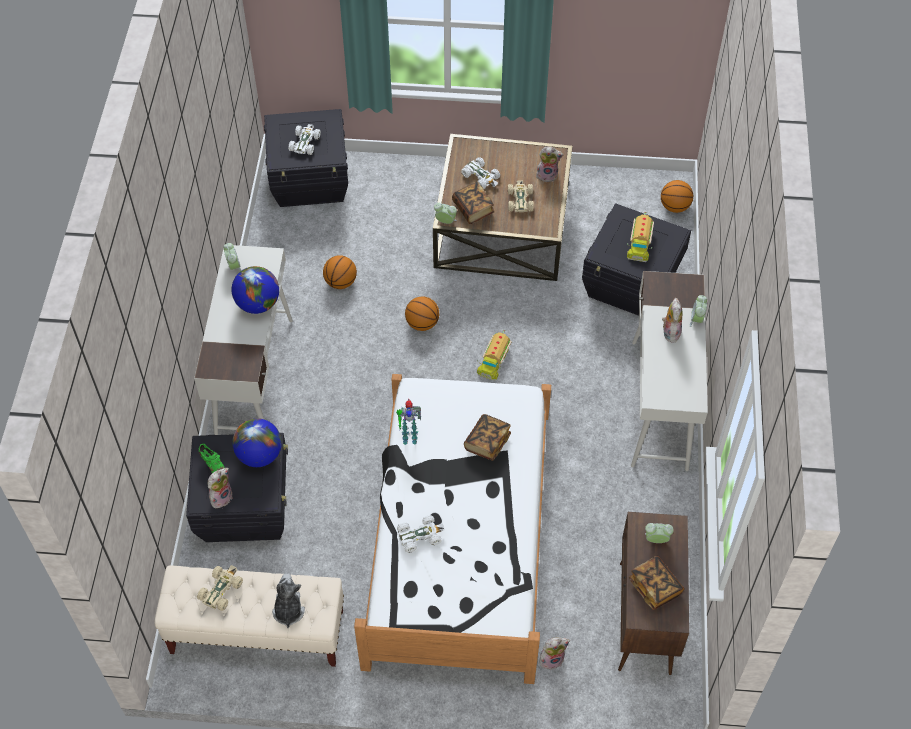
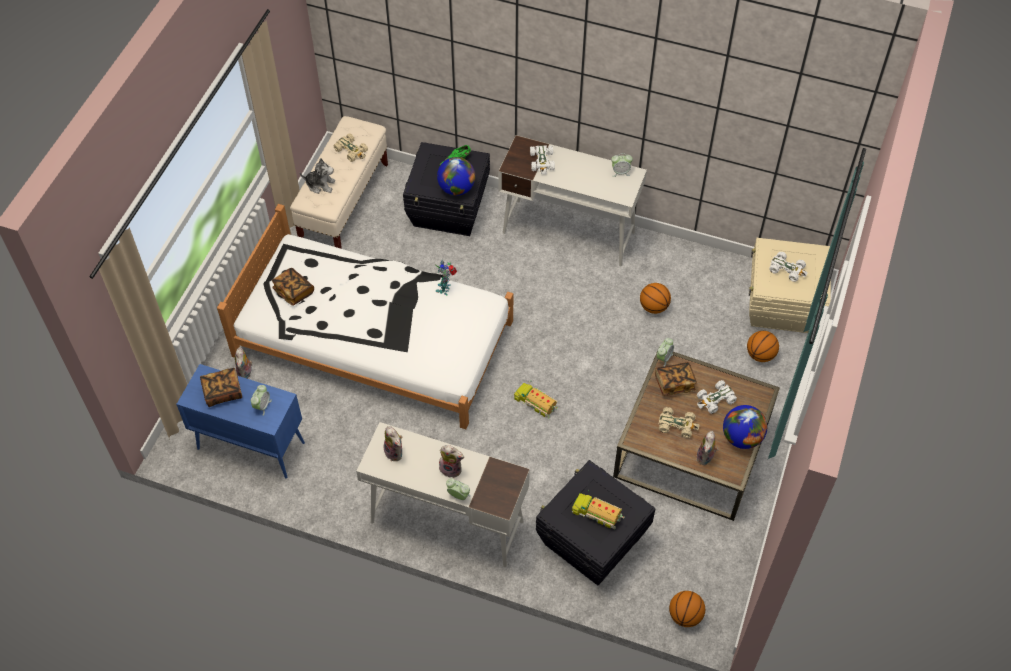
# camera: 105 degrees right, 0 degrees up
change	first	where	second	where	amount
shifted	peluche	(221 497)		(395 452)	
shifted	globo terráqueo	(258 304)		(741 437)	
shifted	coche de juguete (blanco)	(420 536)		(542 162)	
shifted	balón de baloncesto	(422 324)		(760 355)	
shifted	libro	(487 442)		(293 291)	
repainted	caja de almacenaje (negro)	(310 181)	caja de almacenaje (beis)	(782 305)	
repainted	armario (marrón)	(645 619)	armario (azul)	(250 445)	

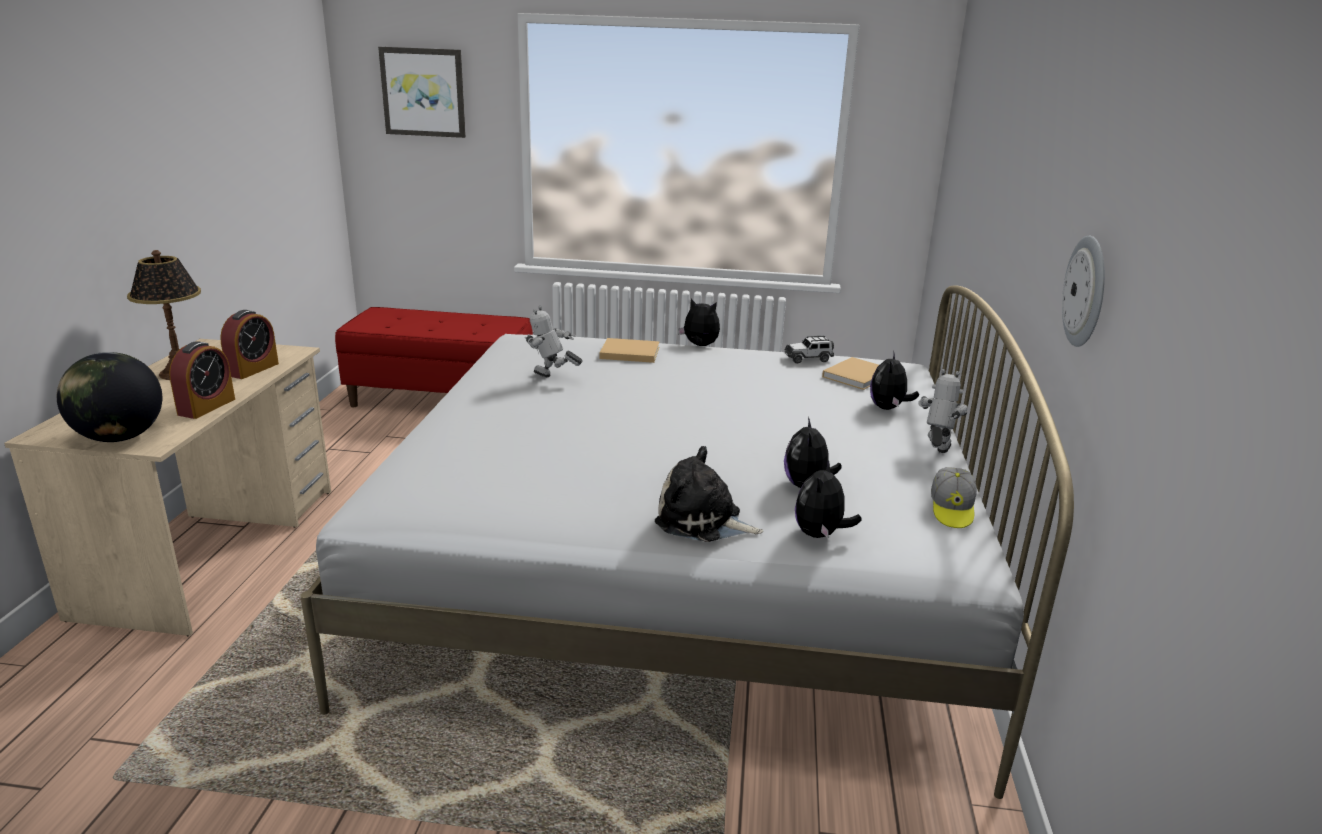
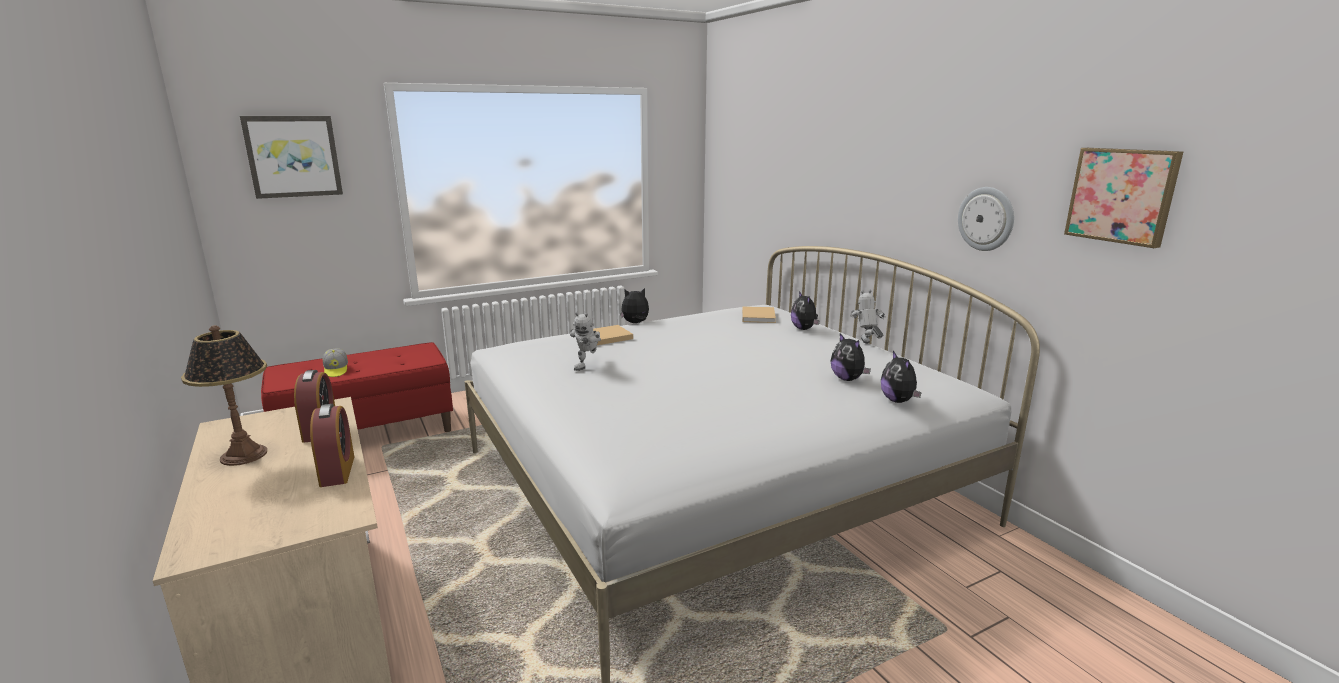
# camera: 35 degrees left, 5 degrees down
change	first	where	second	where	amount
gone	globo terráqueo	(120 437)			
gone	peluche	(703 521)			
gone	coche de juguete	(808 359)			
new			cuadro	(1122 195)	
shifted	gorra	(951 510)		(336 370)	
rotated	robot de juguete	(552 379)		(588 366)	60 degrees counterclockwise

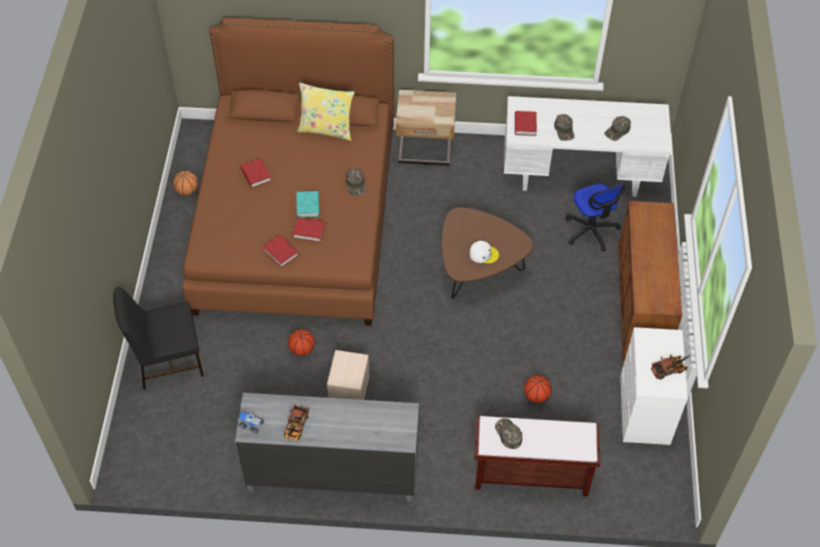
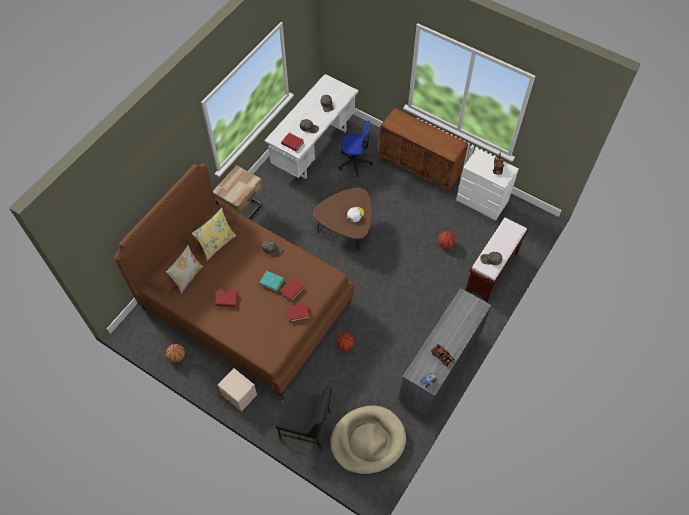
# camera: 60 degrees left, 5 degrees up
change	first	where	second	where	amount
new			cojín	(187 277)	
new			cama para perro (beis)	(368 441)	
shifted	caja de almacenaje (beis)	(348 389)		(238 394)	
rotated	silla (negro)	(167 360)		(306 426)	90 degrees counterclockwise

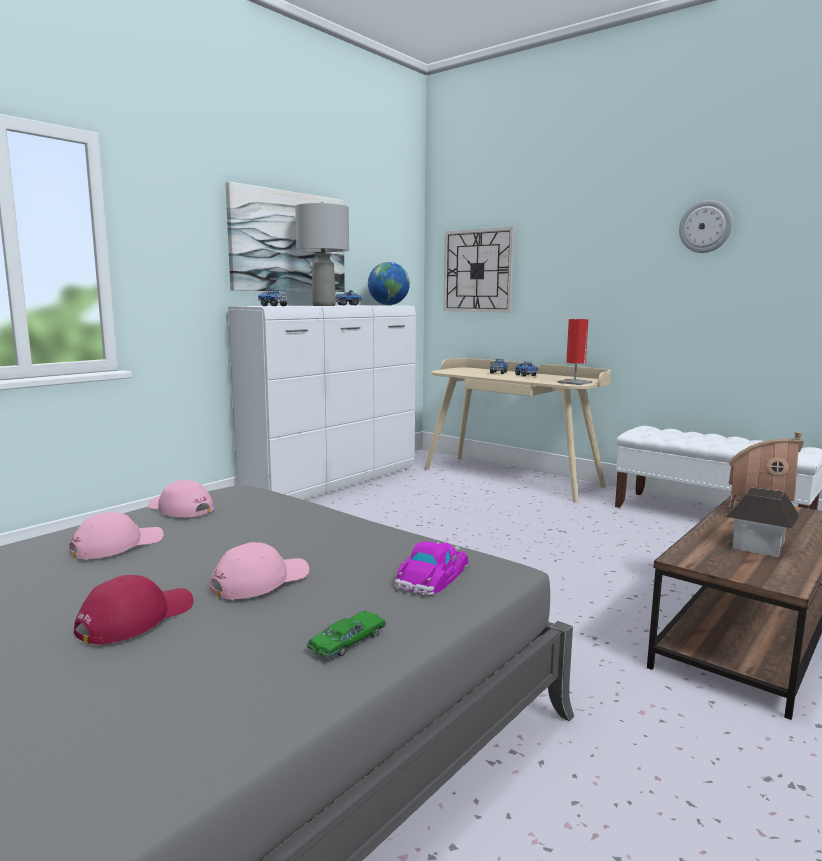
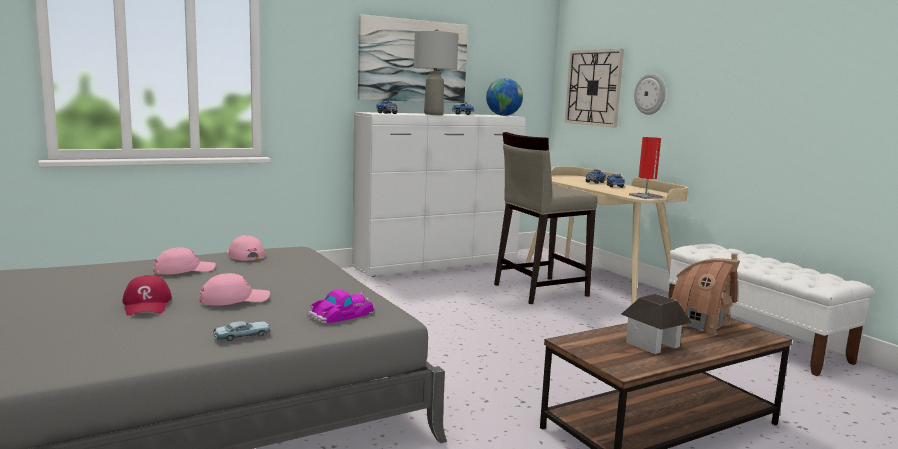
# camera: 20 degrees right, 0 degrees up
change	first	where	second	where	amount
new			taburete (beis)	(539 290)	
shifted	reloj de pared	(705 226)		(650 94)	
repainted	coche de juguete (verde)	(348 641)	coche de juguete (azul)	(242 336)	
rotated	gorra (rojo)	(135 618)		(147 305)	105 degrees clockwise

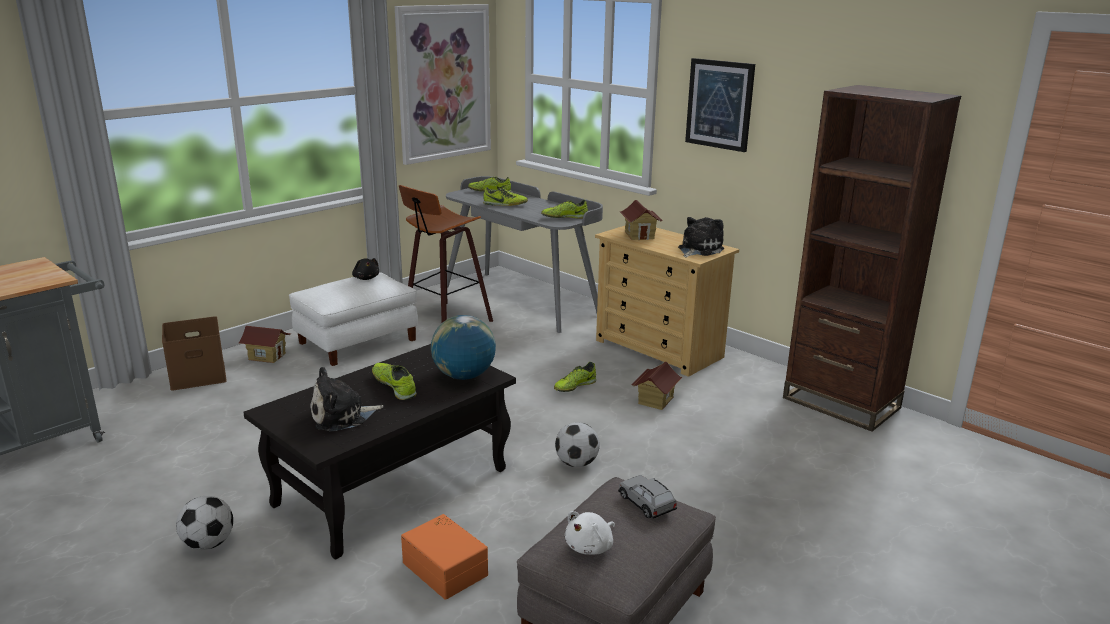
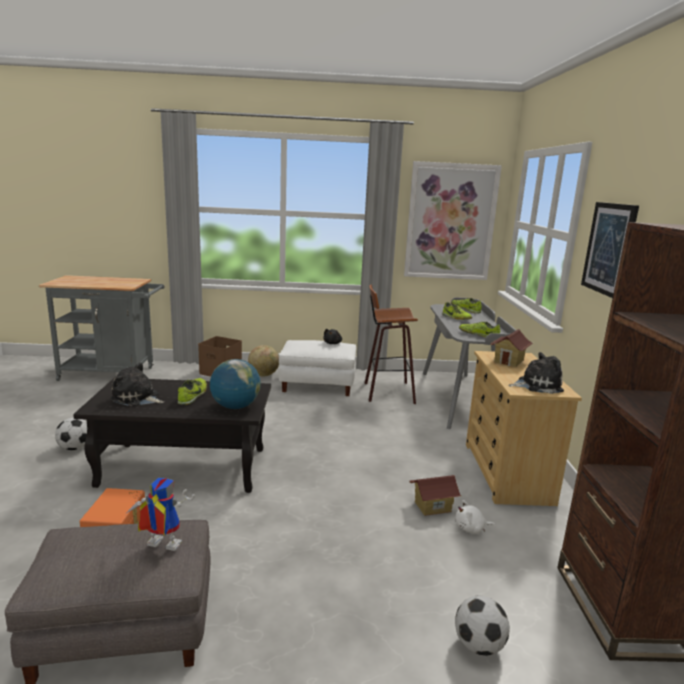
# camera: 45 degrees right, 5 degrees down
change	first	where	second	where	amount
gone	zapato	(574 386)			
shifted	balón de fútbol	(576 463)		(478 645)	
shifted	peluche (blanco)	(590 547)		(471 528)	
swapped	casita	(267 356)	globo terráqueo	(263 375)	
swapped	coche de juguete (gris)	(646 504)	robot de juguete	(159 547)	

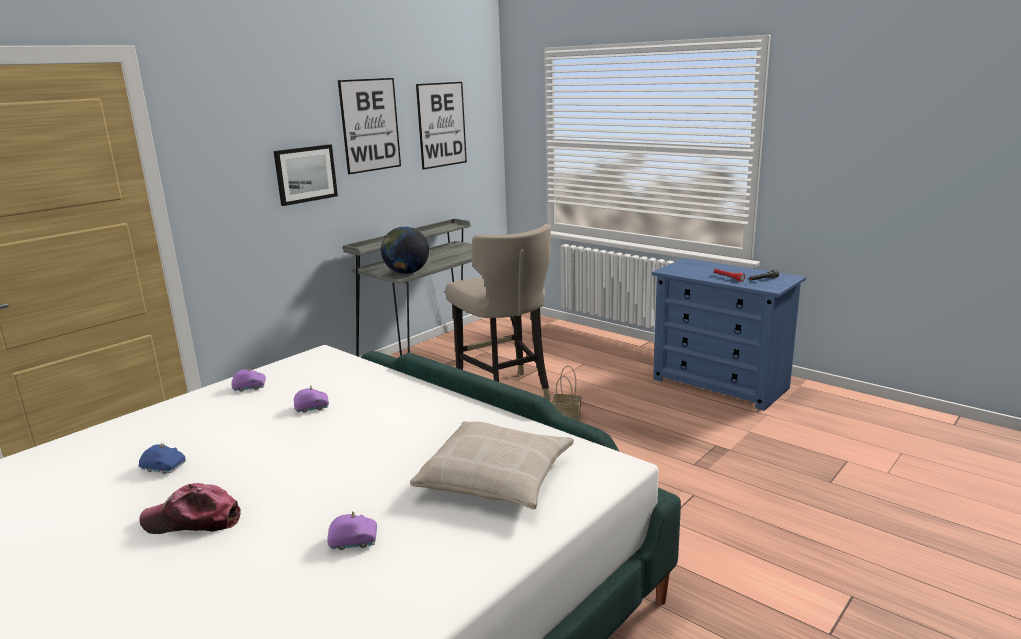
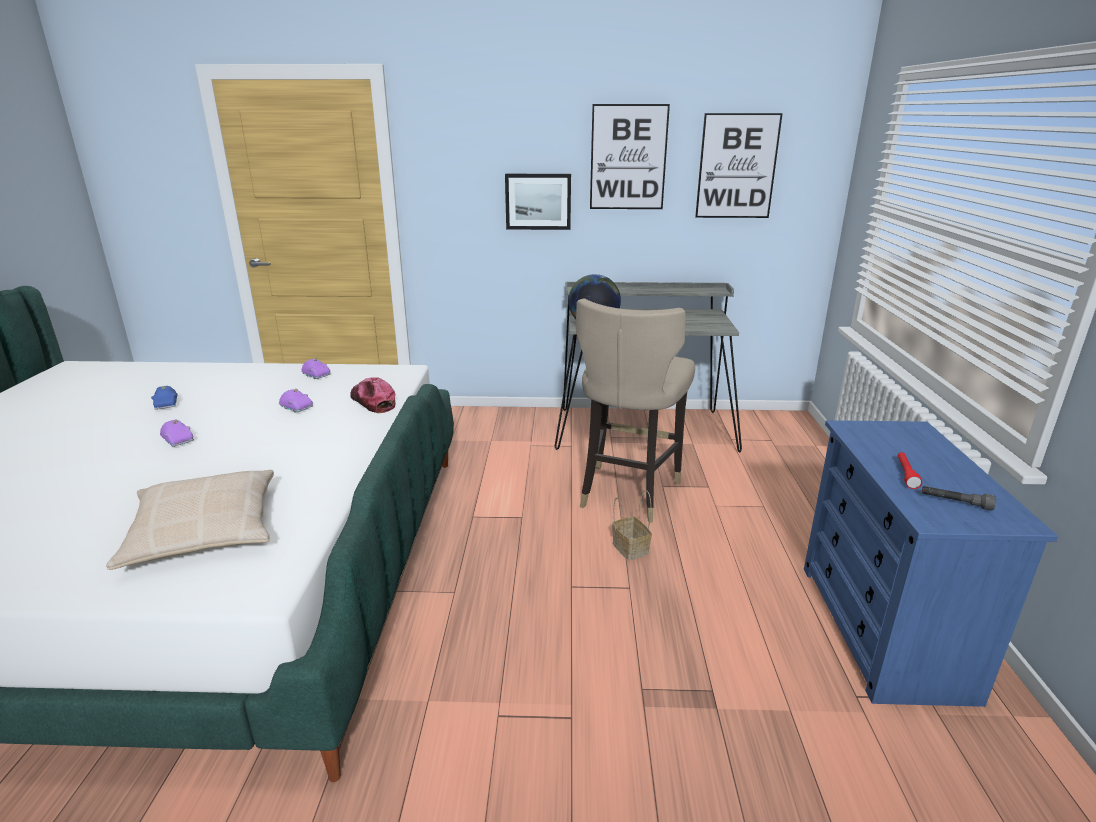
# camera: 50 degrees right, 5 degrees up
change	first	where	second	where	amount
shifted	gorra	(193 521)		(373 401)	
shifted	coche de juguete (morado)	(353 541)		(178 440)	

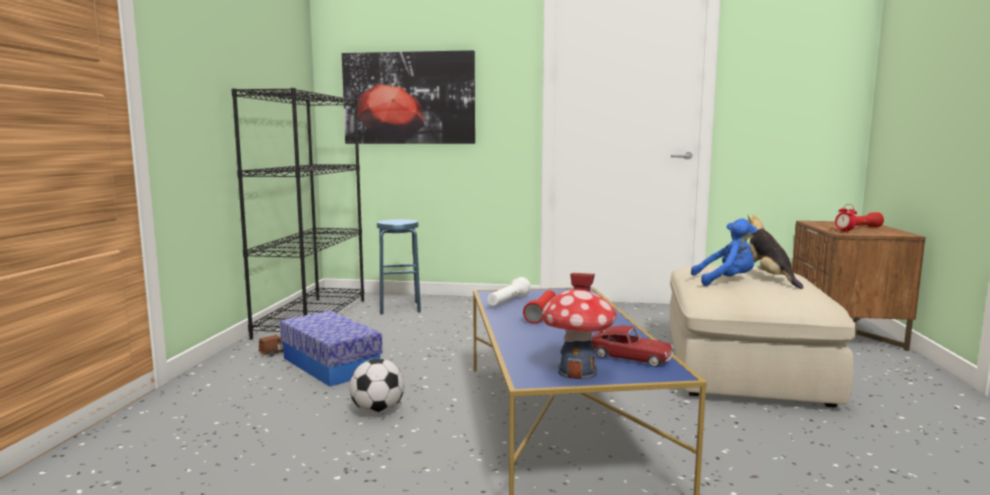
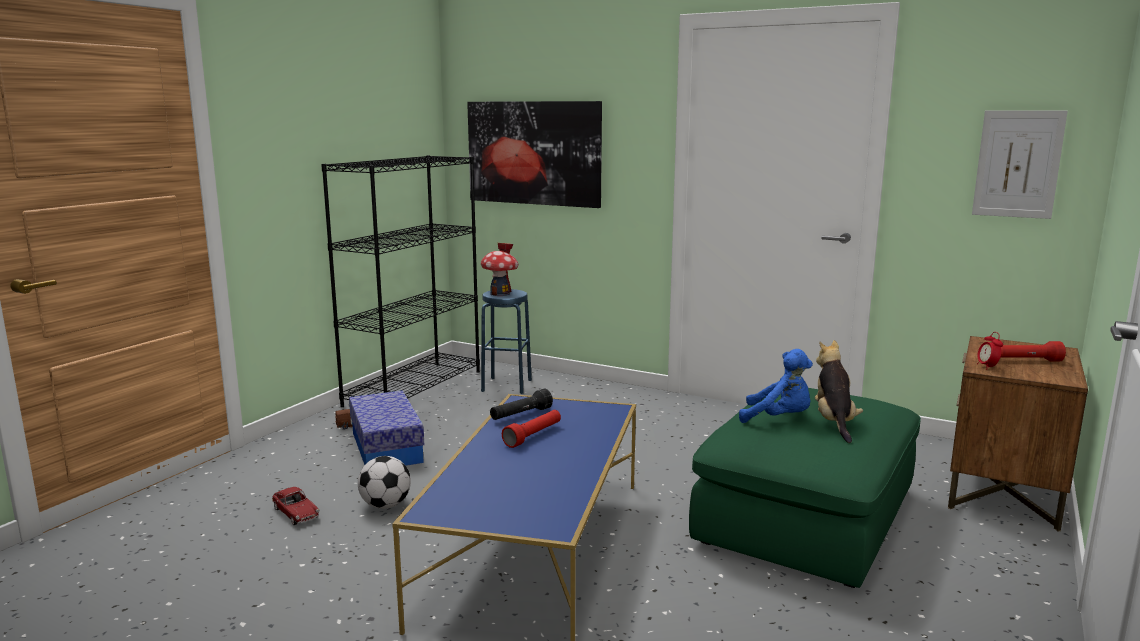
# camera: 20 degrees right, 5 degrees up
change	first	where	second	where	amount
new			cuadro	(1017 164)	
shifted	casita	(577 372)		(500 294)	
shifted	coche de juguete	(630 357)		(296 513)	
repainted	linterna (blanco)	(508 302)	linterna (negro)	(521 415)	
repainted	puf (beis)	(744 367)	puf (verde)	(807 518)	

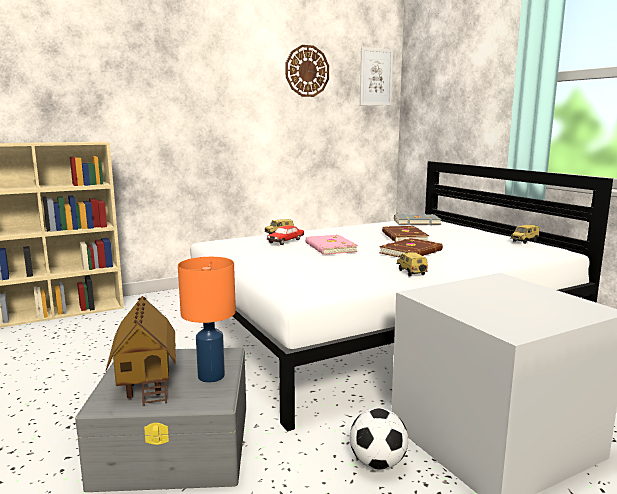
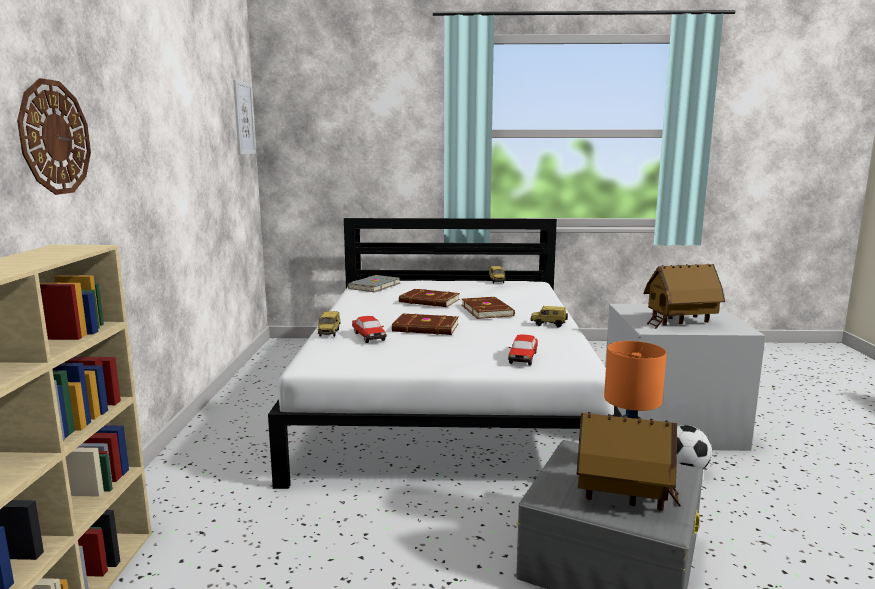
# camera: 60 degrees left, 0 degrees up
change	first	where	second	where	amount
new			coche de juguete	(523 357)	
new			casita	(680 322)	
shifted	reloj de pared	(307 71)		(54 137)	
repainted	libro (rosa)	(329 248)	libro (marrón)	(426 328)	

